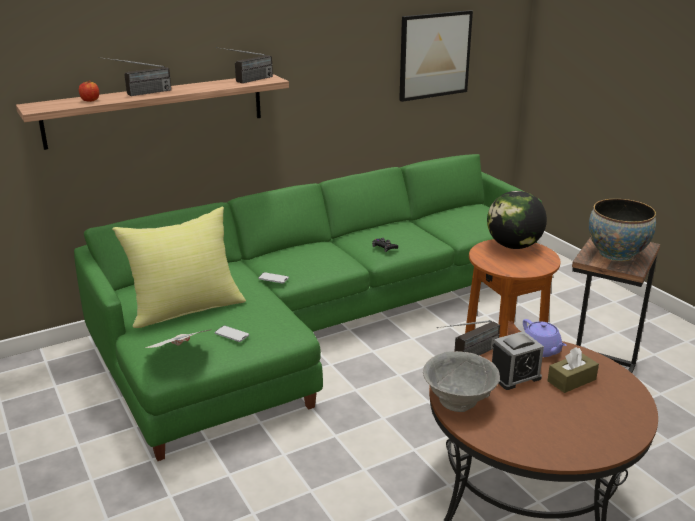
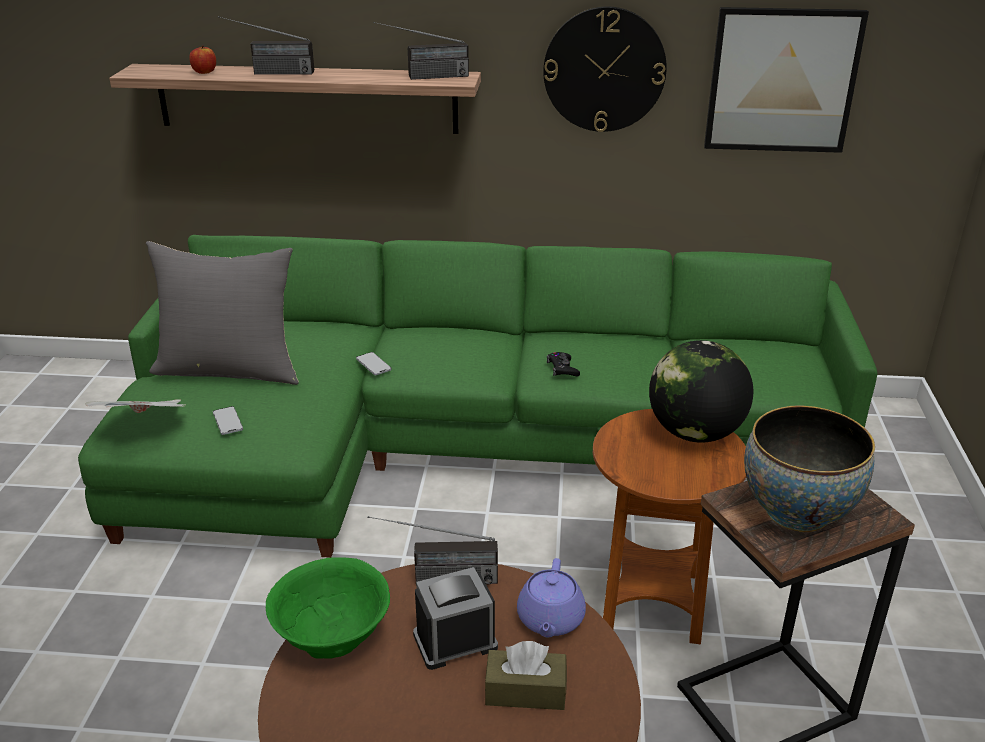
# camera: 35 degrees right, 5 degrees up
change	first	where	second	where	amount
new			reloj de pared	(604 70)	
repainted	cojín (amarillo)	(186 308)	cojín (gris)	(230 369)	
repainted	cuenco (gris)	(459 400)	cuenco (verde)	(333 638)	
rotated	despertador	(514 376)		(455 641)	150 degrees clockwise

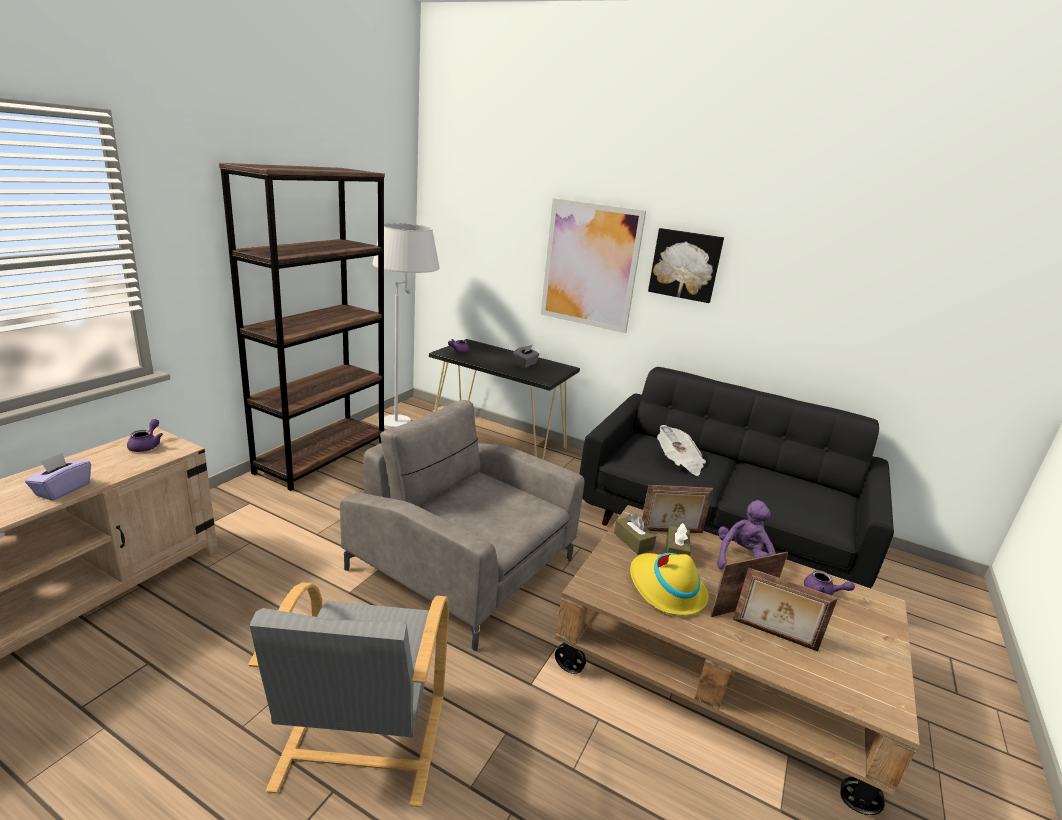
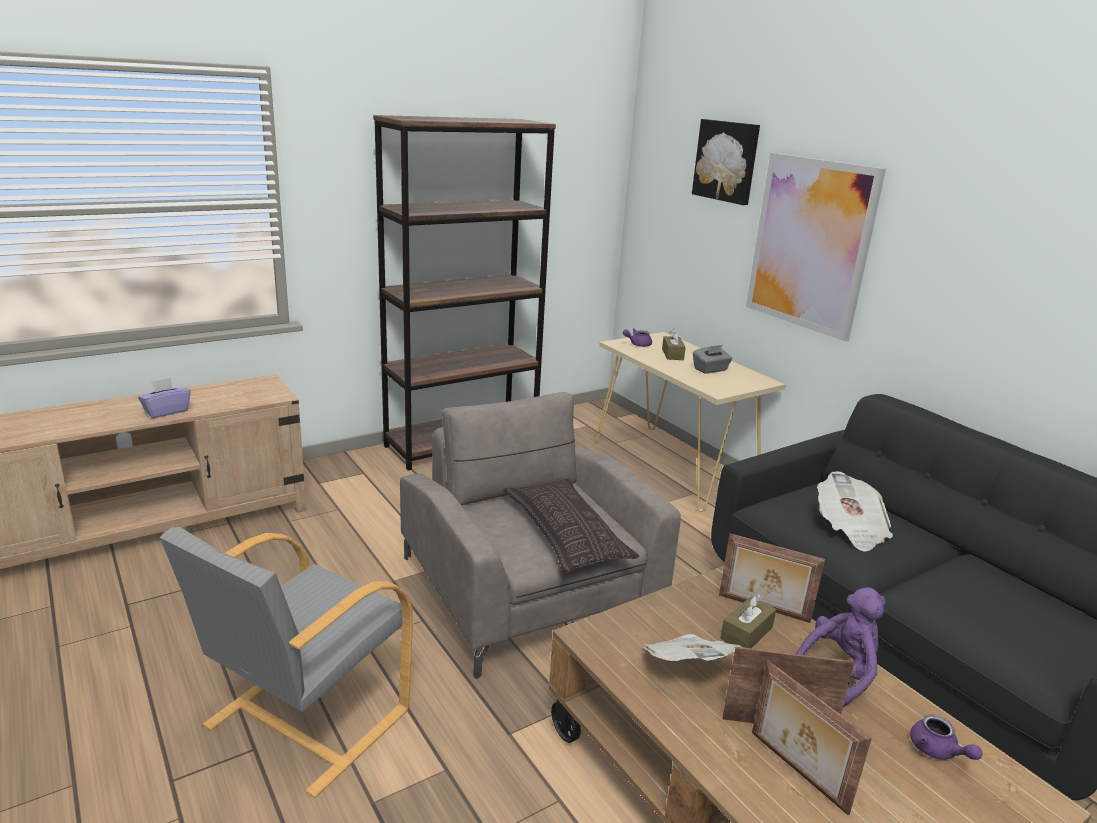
# camera: 30 degrees right, 0 degrees up
change	first	where	second	where	amount
gone	tetera (morado)	(147 445)			
gone	lámpara de pie (blanco)	(404 417)			
new			cojín	(566 533)	
shifted	caja de pañuelos (marrón)	(633 541)		(672 354)	
shifted	cuadro	(685 265)		(727 161)	
swapped	sombrero (amarillo)	(665 589)	periódico	(689 669)	
repainted	mesa consola (negro)	(498 441)	mesa consola (beis)	(674 466)	

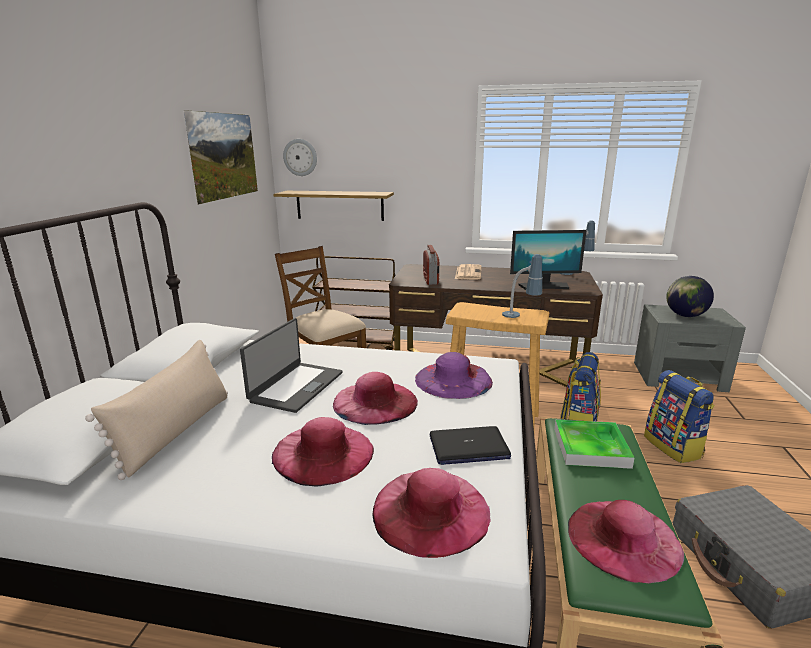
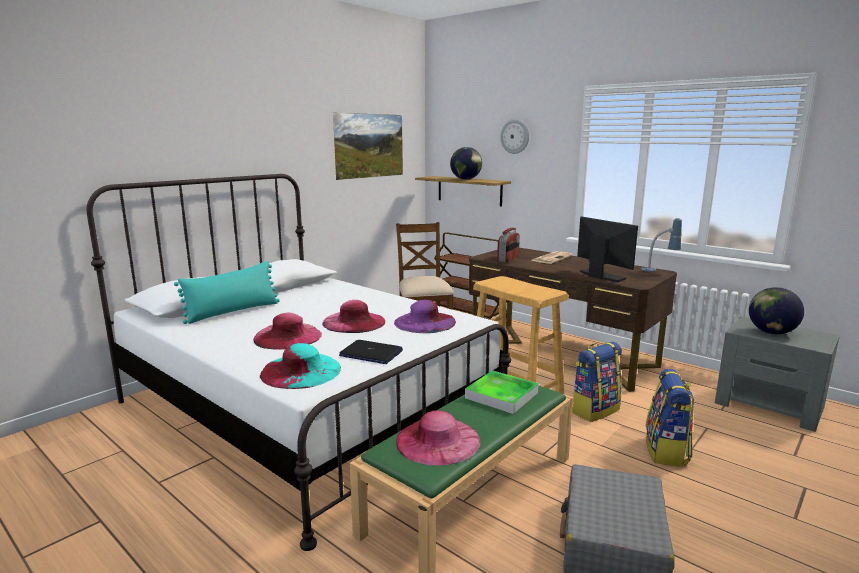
# camera: 30 degrees right, 5 degrees down
change	first	where	second	where	amount
gone	portátil	(296 386)			
gone	lámpara de mesa	(520 318)			
new			globo terráqueo	(466 179)	
shifted	reloj de pared	(300 157)		(515 136)	
repainted	cojín (beis)	(176 431)	cojín (turquesa)	(233 312)	
repainted	sombrero (rosa)	(430 510)	sombrero (turquesa)	(301 371)	
rotated	monitor	(544 286)		(601 276)	150 degrees counterclockwise

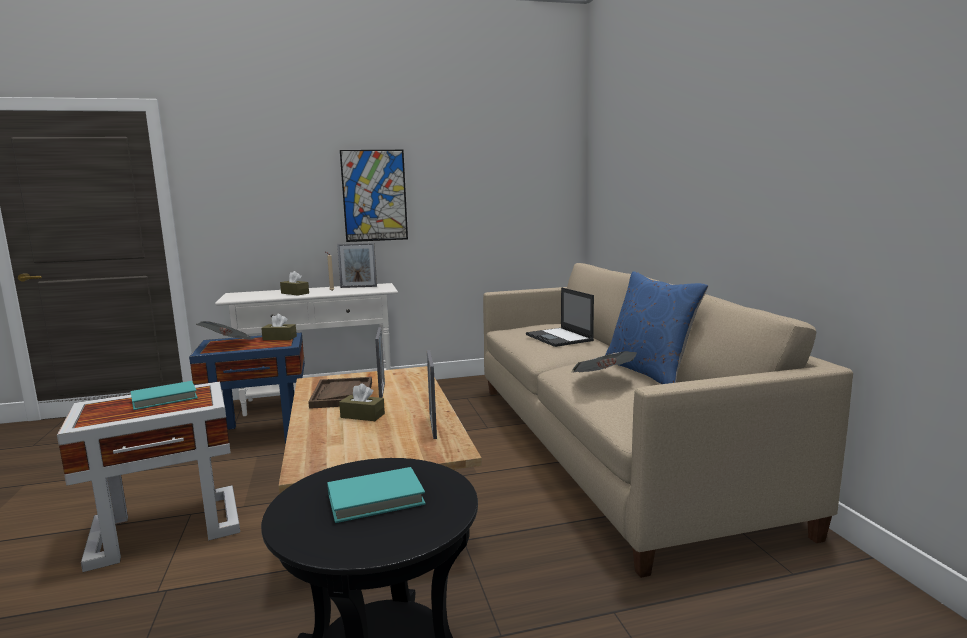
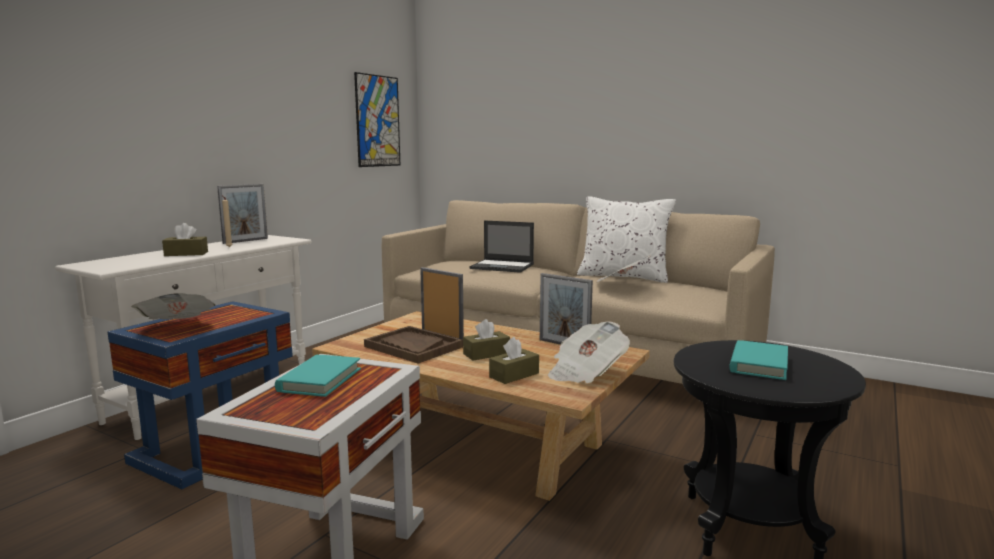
# camera: 45 degrees left, 0 degrees up
change	first	where	second	where	amount
new			periódico	(585 373)	
shifted	caja de pañuelos (marrón)	(279 338)		(514 375)	
shifted	cuadro	(374 195)		(377 121)	
repainted	cojín (azul)	(649 372)	cojín (blanco)	(623 276)	

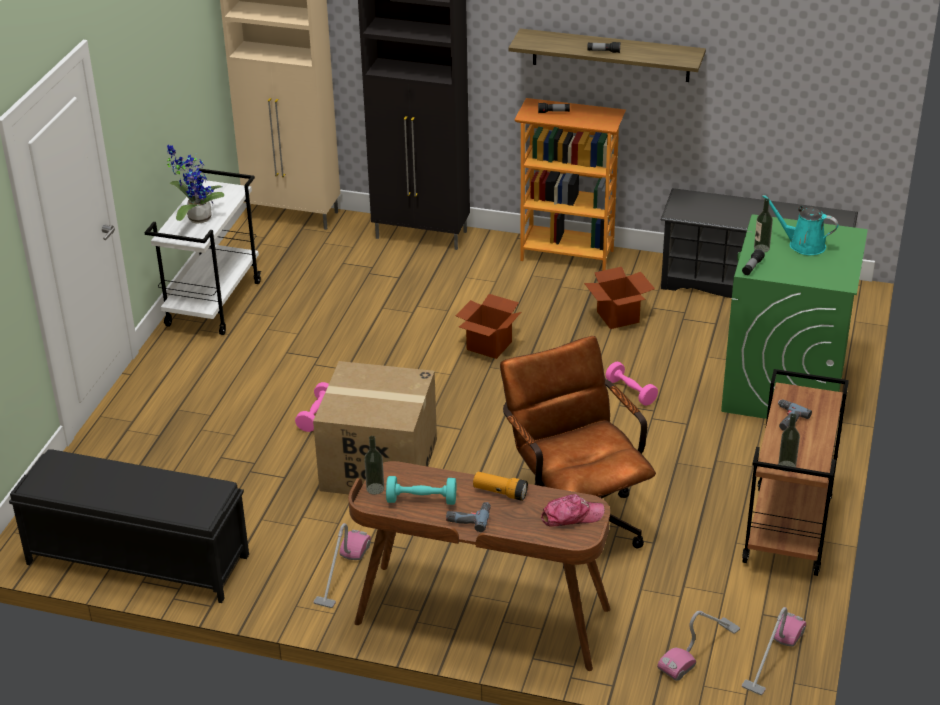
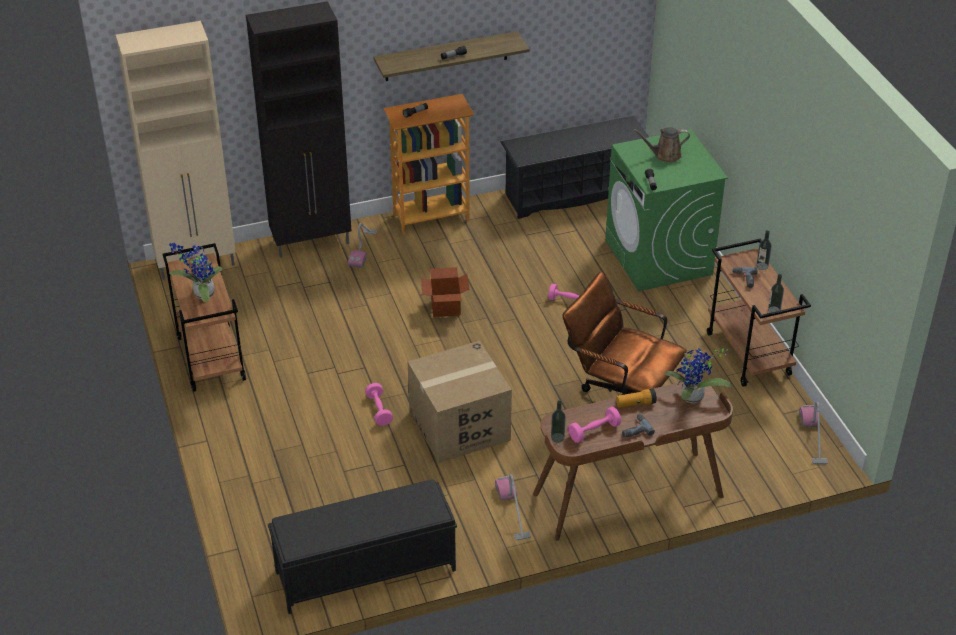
# camera: 35 degrees left, 5 degrees up
change	first	where	second	where	amount
gone	caja de cartón	(617 317)			
shifted	aspiradora	(699 650)		(363 249)	
shifted	botella	(761 248)		(762 266)	
swapped	gorra	(571 516)	planta en maceta	(692 399)	
repainted	carrito (blanco)	(213 303)	carrito (marrón)	(210 358)	
repainted	mancuerna (turquesa)	(421 500)	mancuerna (rosa)	(594 431)	
repainted	regadera (turquesa)	(803 245)	regadera (marrón)	(665 155)	

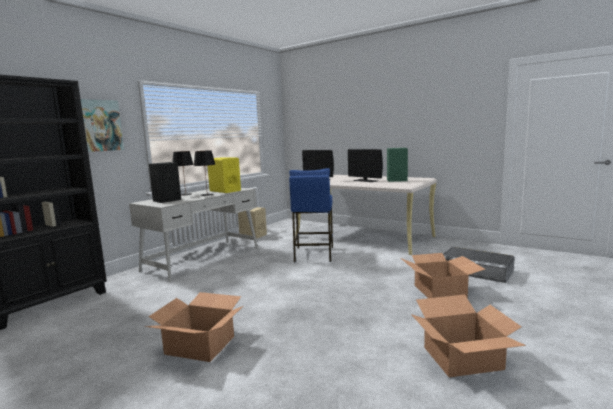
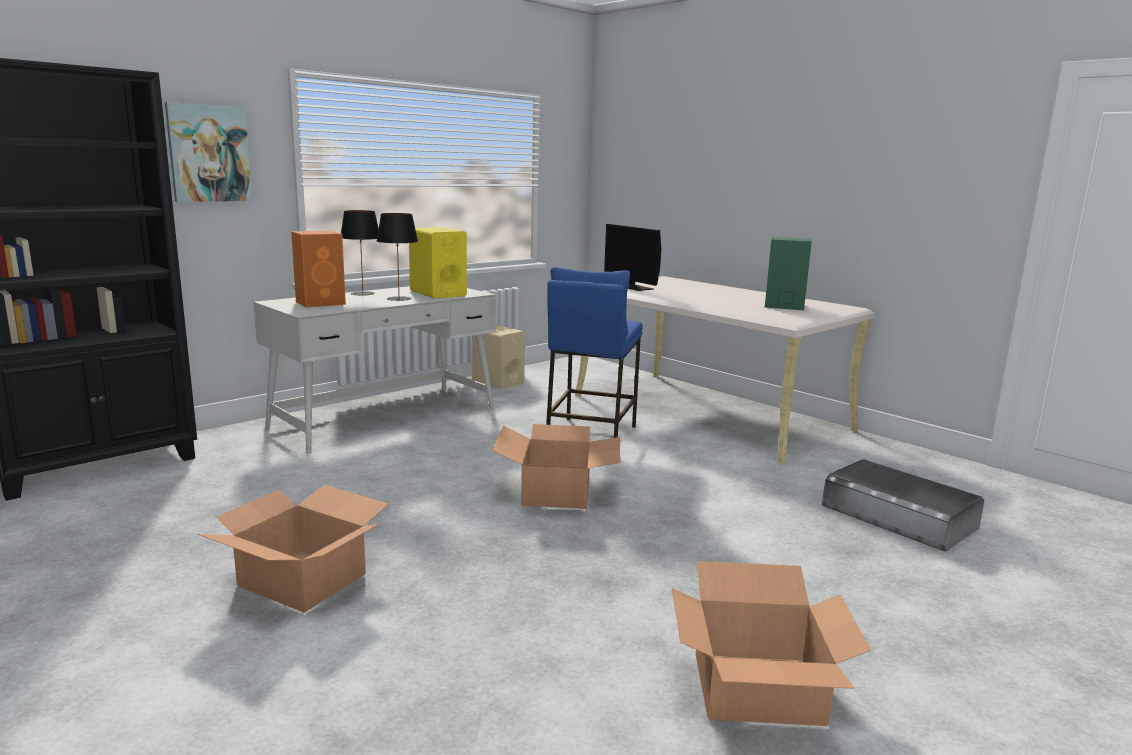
# camera: 10 degrees right, 5 degrees up
change	first	where	second	where	amount
gone	monitor	(365 180)			
shifted	caja de cartón	(440 291)		(557 492)	
repainted	altavoz (negro)	(167 200)	altavoz (naranja)	(322 303)	

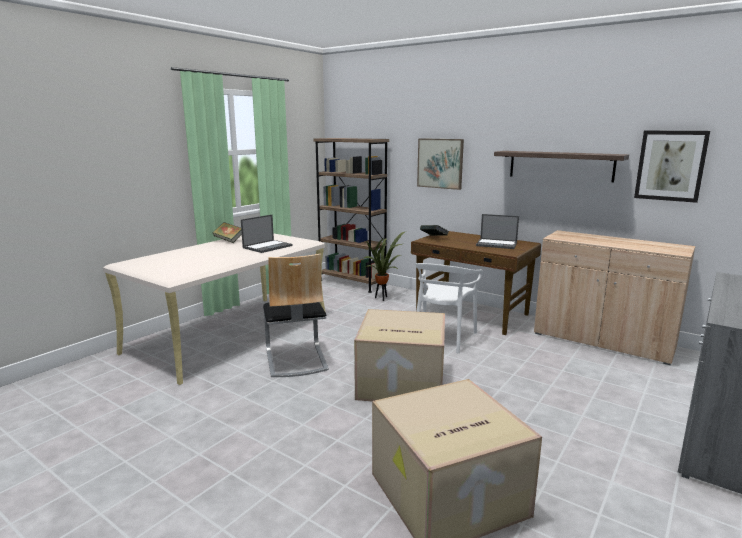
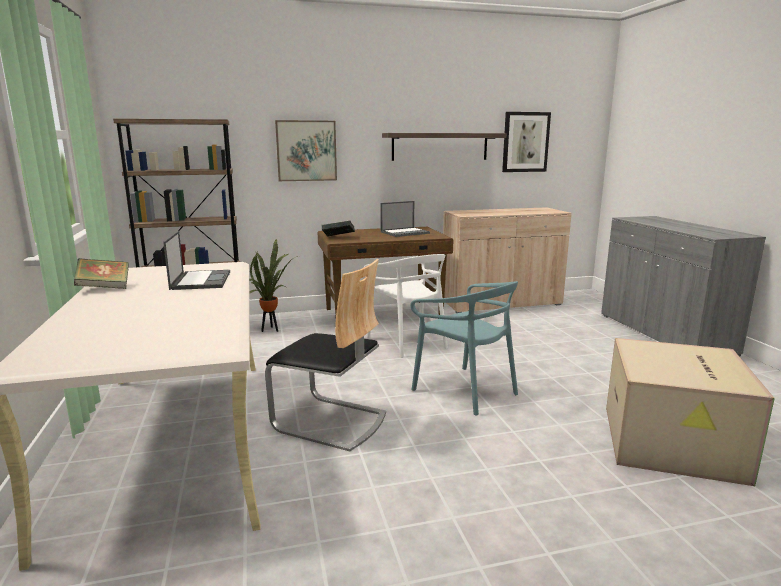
# camera: 50 degrees left, 0 degrees up
change	first	where	second	where	amount
swapped	caja de cartón	(400 382)	silla (turquesa)	(465 390)	

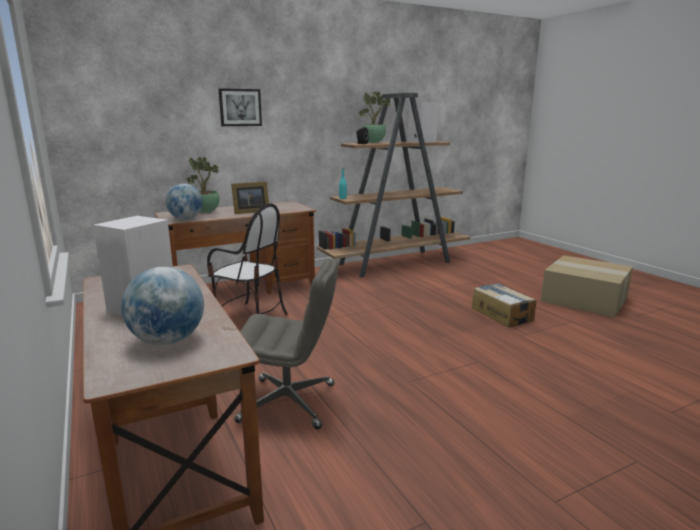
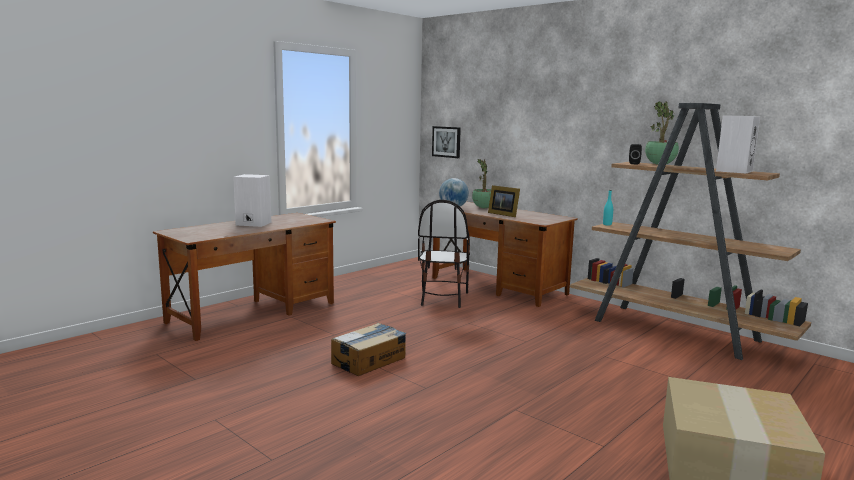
# camera: 70 degrees right, 5 degrees down
change	first	where	second	where	amount
gone	globo terráqueo	(167 341)			
gone	silla de oficina (gris)	(289 403)			
shifted	cuadro	(240 107)		(446 142)	
shifted	caja de cartón	(502 314)		(369 360)	

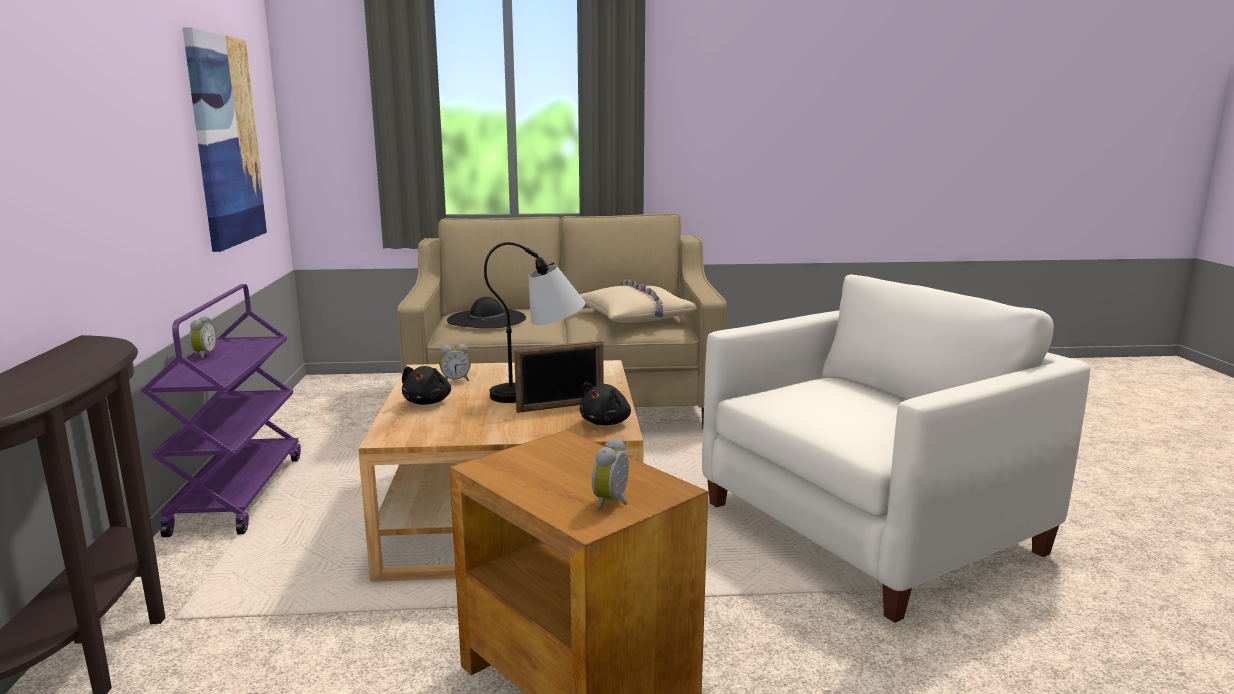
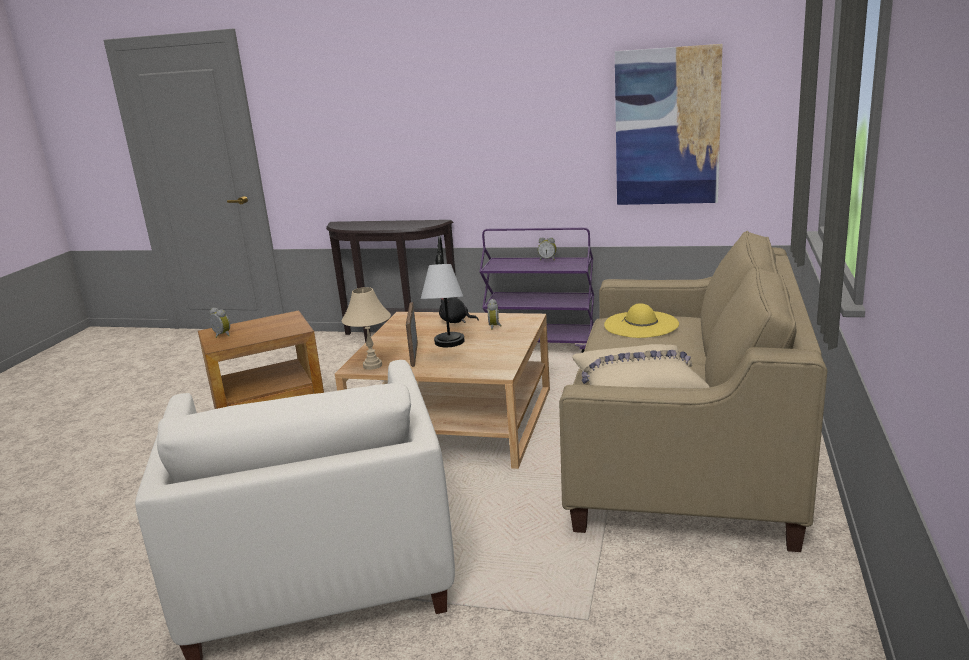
# camera: 110 degrees right, 5 degrees up
change	first	where	second	where	amount
swapped	peluche (negro)	(606 422)	lámpara de mesa (beis)	(372 365)	
repainted	sombrero (negro)	(486 319)	sombrero (amarillo)	(641 324)	

